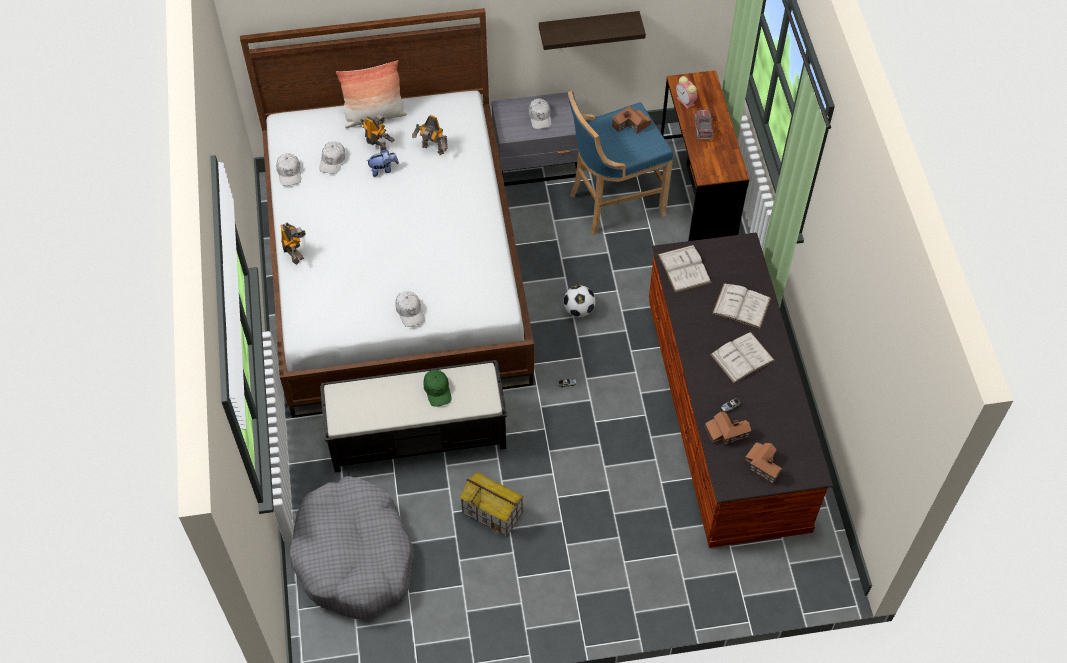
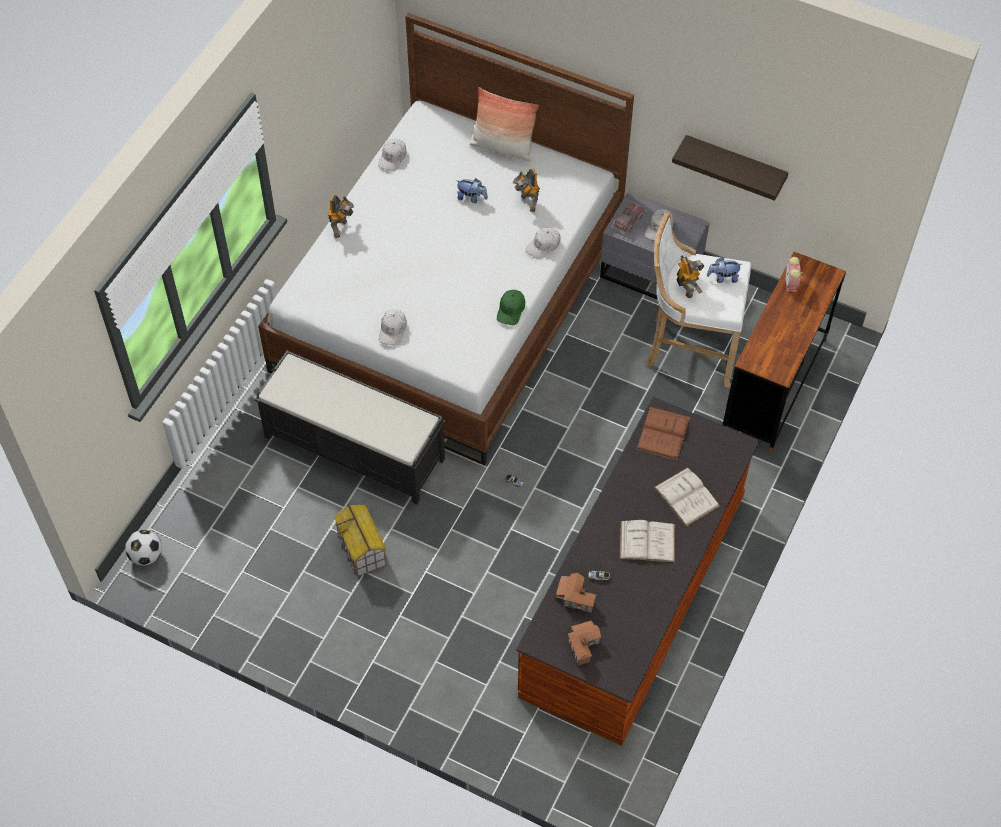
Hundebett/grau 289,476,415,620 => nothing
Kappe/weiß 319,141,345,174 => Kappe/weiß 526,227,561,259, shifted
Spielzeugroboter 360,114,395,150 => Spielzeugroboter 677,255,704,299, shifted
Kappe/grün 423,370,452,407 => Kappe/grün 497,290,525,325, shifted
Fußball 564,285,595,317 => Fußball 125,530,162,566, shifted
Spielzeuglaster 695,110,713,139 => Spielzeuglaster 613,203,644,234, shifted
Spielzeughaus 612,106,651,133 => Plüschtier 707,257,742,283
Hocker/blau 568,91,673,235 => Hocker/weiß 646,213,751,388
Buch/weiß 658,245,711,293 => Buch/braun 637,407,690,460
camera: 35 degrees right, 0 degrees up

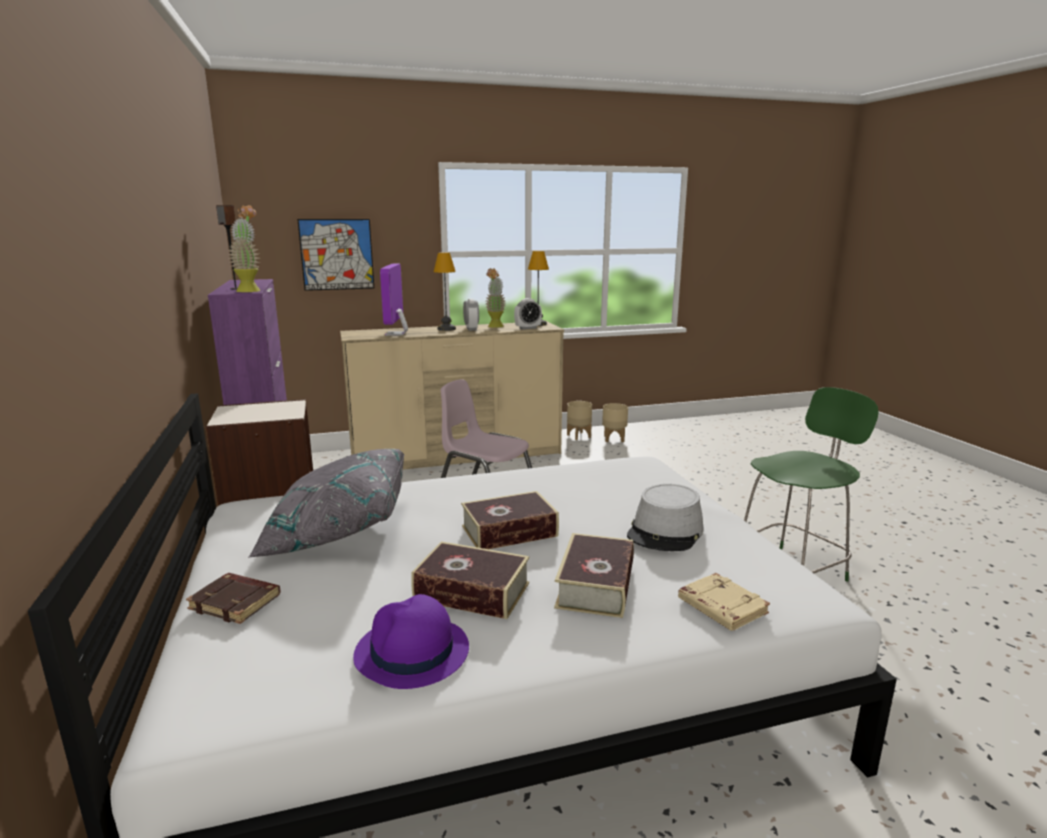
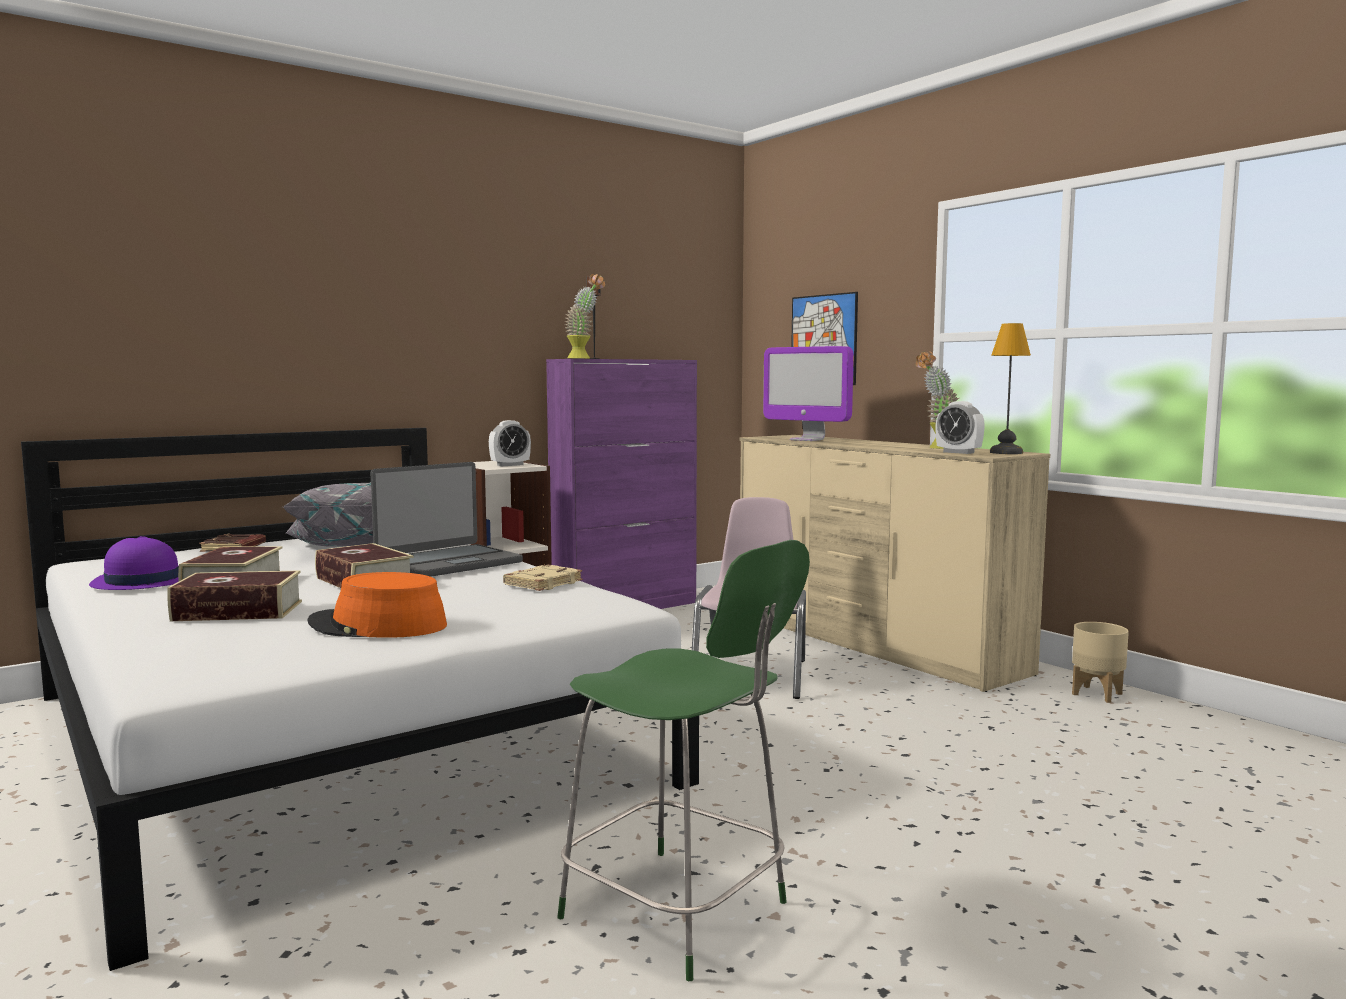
Tischlampe 434,252,456,331 => nothing
Pflanzkübel/beige 602,403,628,442 => nothing
nothing => Laptop 370,462,523,577
Wecker 463,299,479,331 => Wecker 489,420,531,466, shifted
Buch/beige 678,573,770,631 => Buch/beige 503,565,582,591, shifted
Hut/grau 627,484,703,551 => Hut/orange 307,572,447,638
Monitor 380,264,408,336 => Monitor 763,346,854,441, 120 degrees counterclockwise
camera: 70 degrees right, 10 degrees down

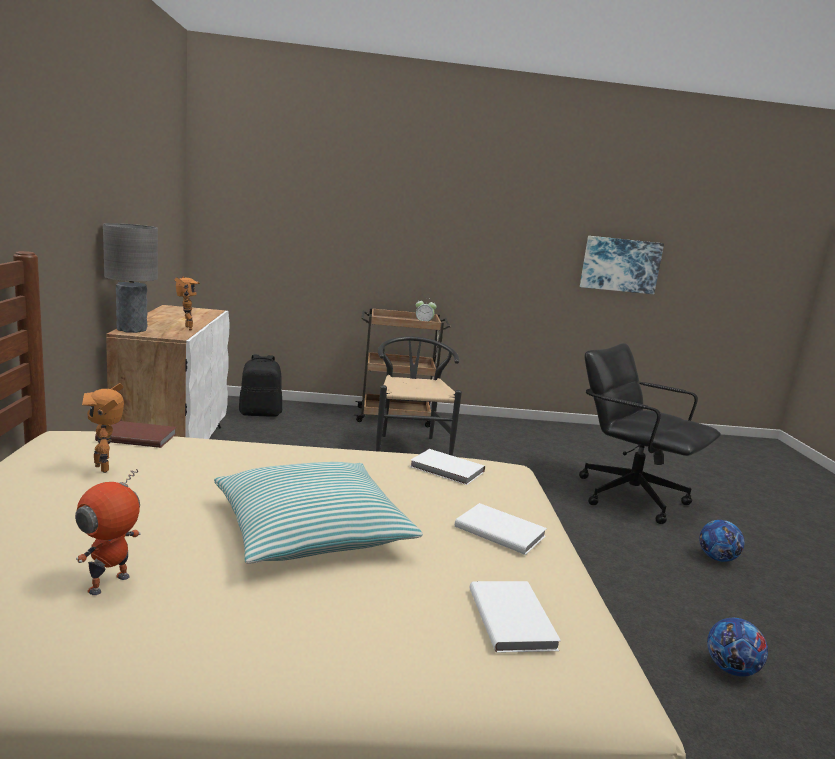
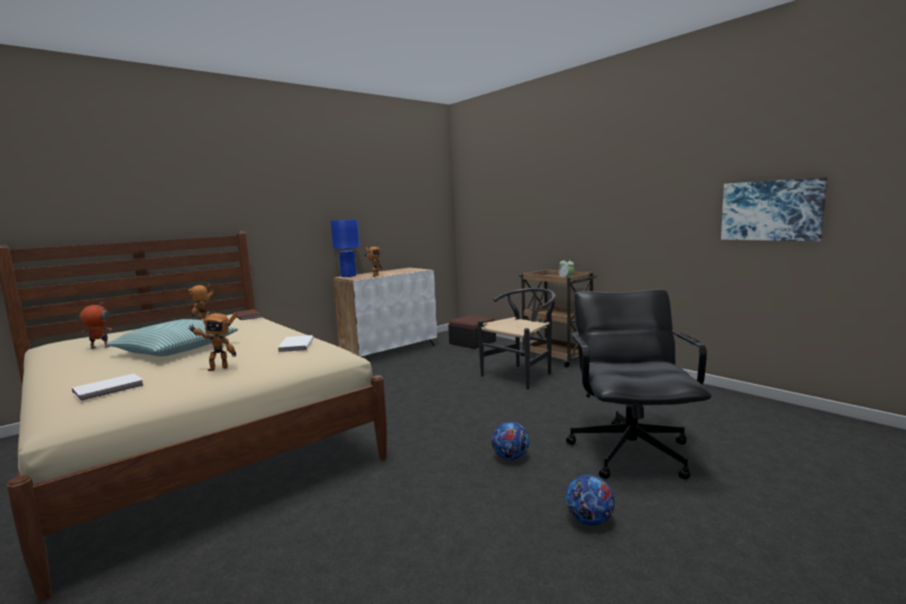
Fußball 707,618,768,677 => Fußball 492,422,529,460, shifted
Rucksack/schwarz 239,354,282,417 => Polsterhocker 448,315,496,349
Buch/weiß 455,503,547,555 => Spielzeugroboter 188,311,237,371
Tischlampe/grau 103,223,158,333 => Tischlampe/blau 330,219,360,277
camera: 55 degrees right, 5 degrees down

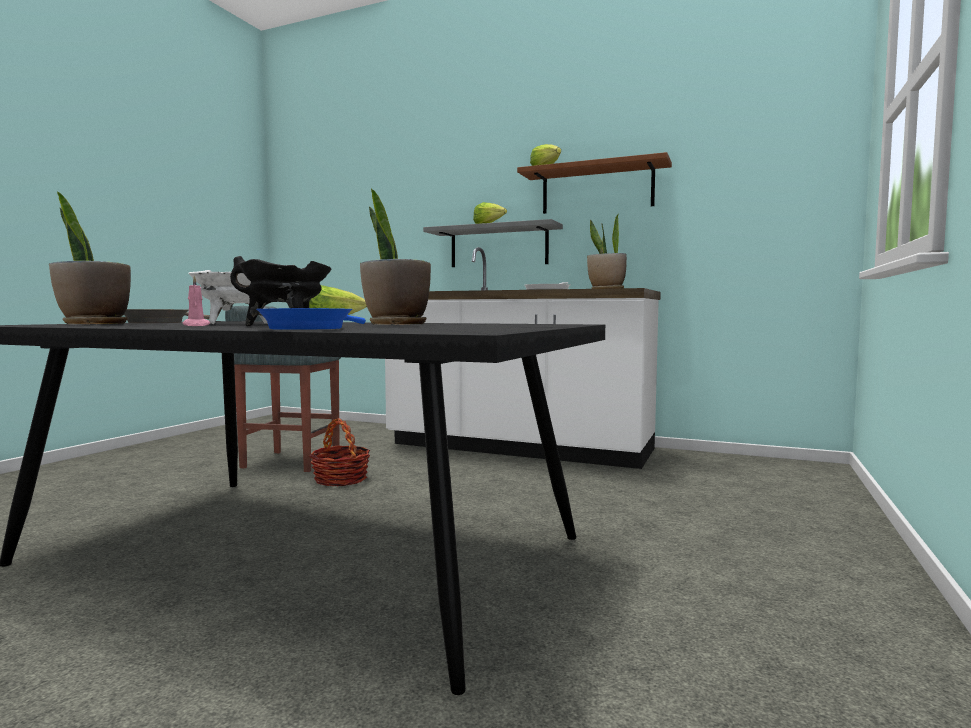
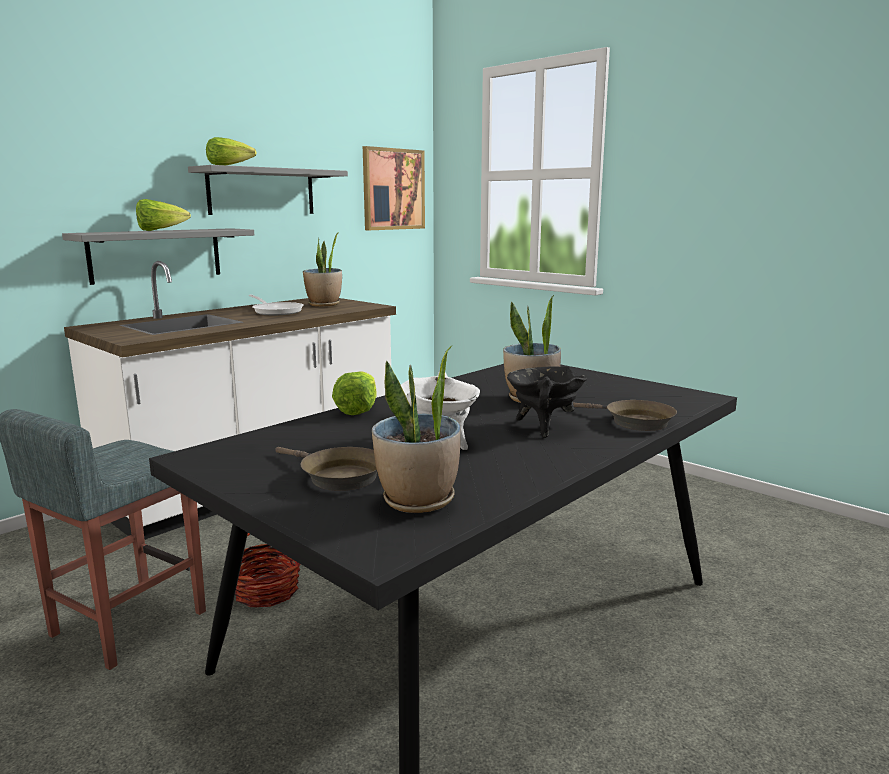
Kerze/rosa 183,276,210,326 => nothing
nothing => Bild 363,146,425,230
Pfanne/blau 256,308,366,330 => Pfanne/braun 573,400,677,431
Wandregal/braun 517,152,672,214 => Wandregal/grau 188,165,348,215
camera: 70 degrees left, 10 degrees up

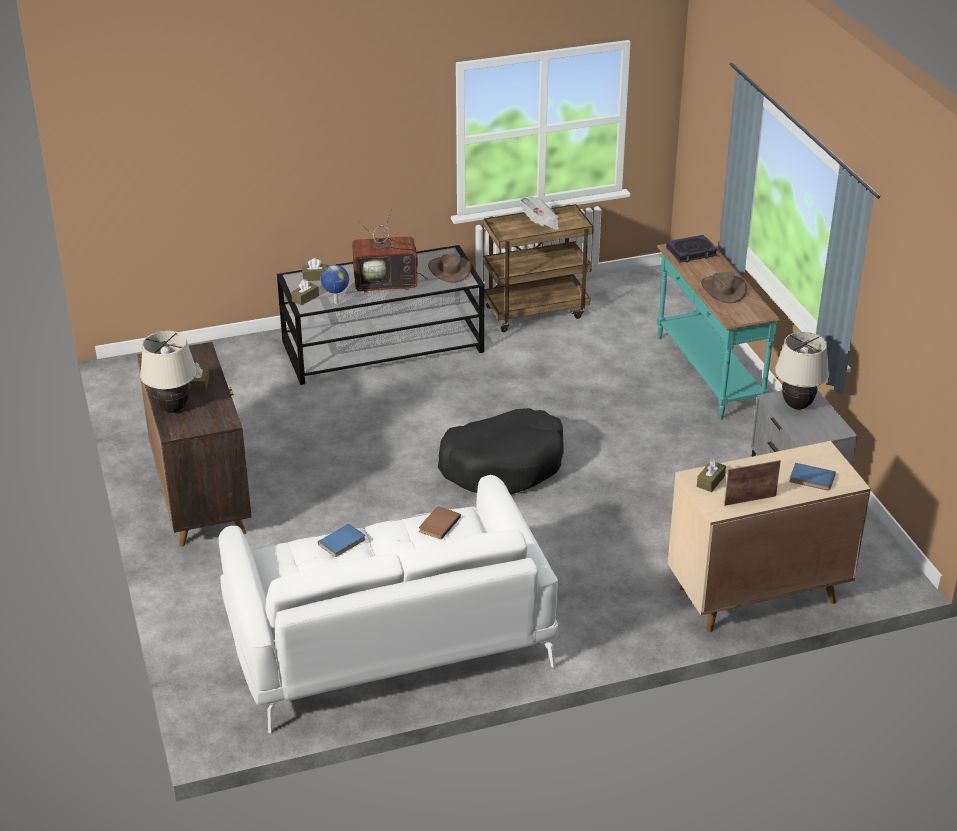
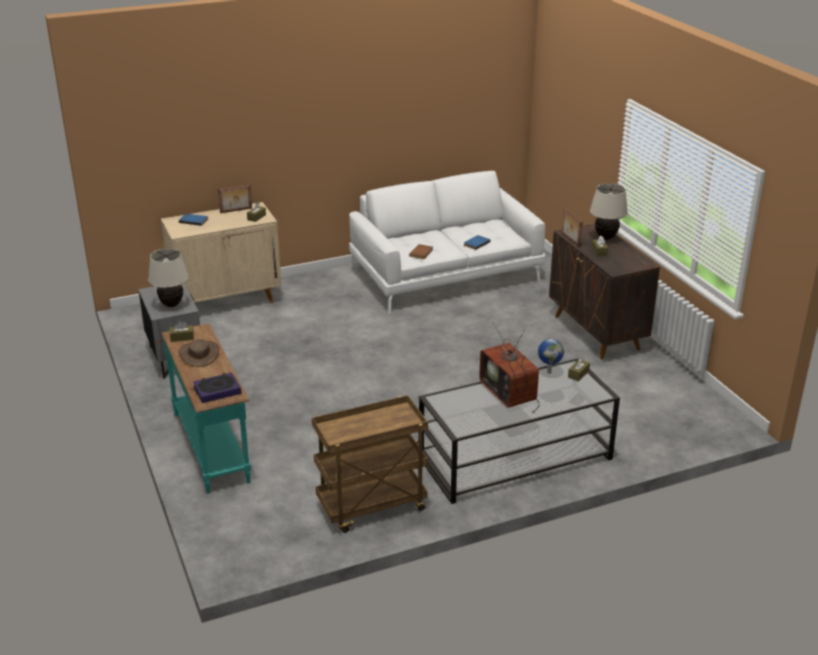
Hut/braun 428,254,471,283 => nothing
Hundebett/schwarz 438,408,563,494 => nothing
Zeitung 520,197,559,230 => nothing
nothing => Bilderrahmen 562,208,583,247
Taschentuchbox/braun 302,258,327,281 => Taschentuchbox/braun 170,321,194,342, shifted
Fernseher 352,207,428,293 => Fernseher 479,323,539,413, 105 degrees counterclockwise
camera: 175 degrees right, 5 degrees down

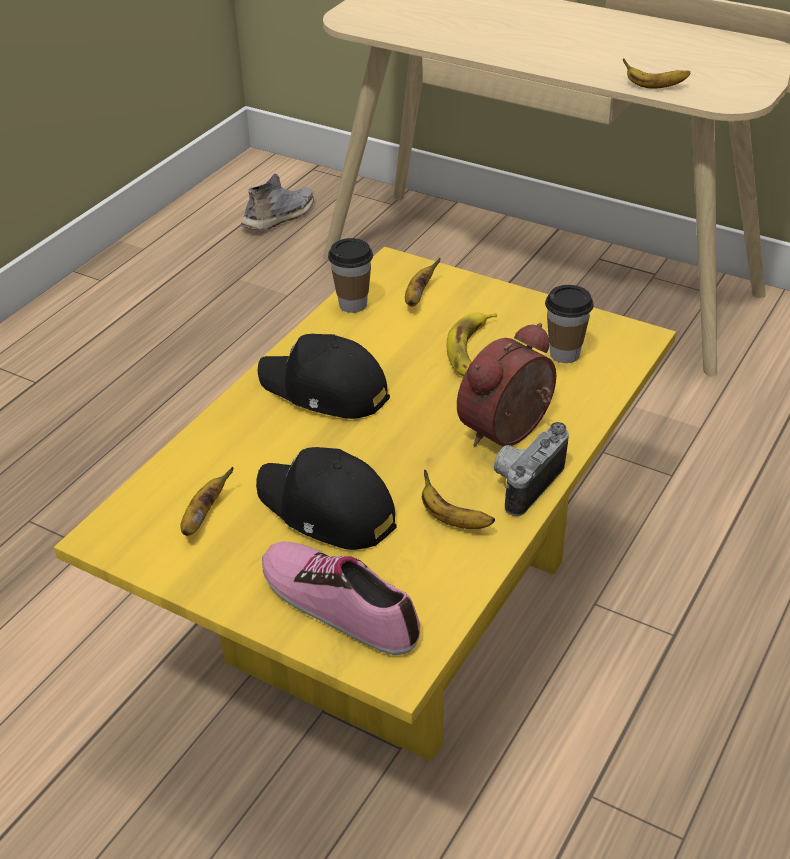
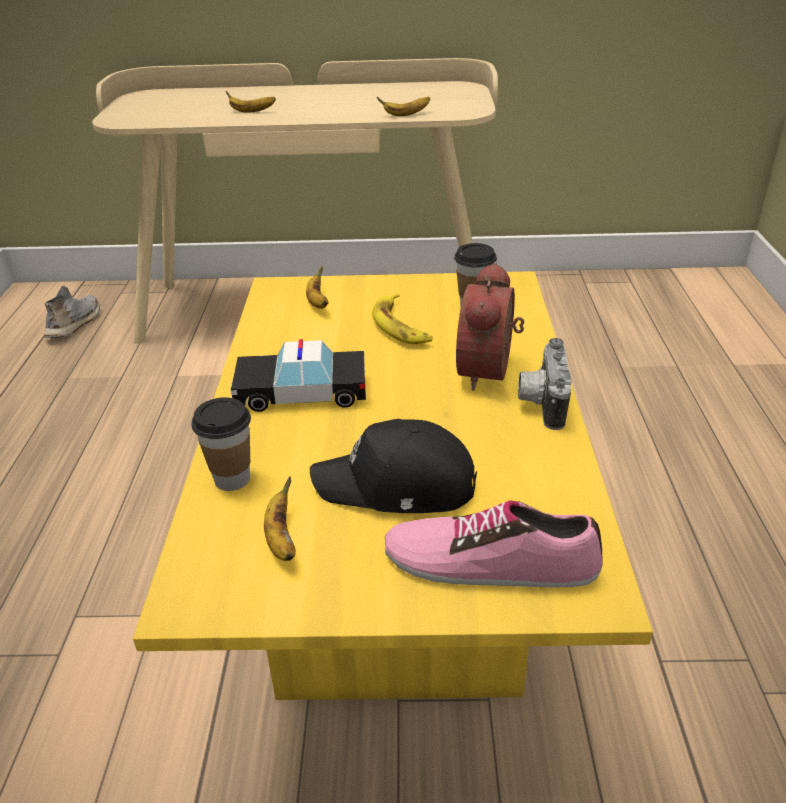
Tasse 328,238,373,313 => Tasse 191,397,251,491, shifted
Banane 422,469,495,529 => Banane 226,91,276,113, shifted
Kappe/schwarz 258,334,390,419 => Spielzeugauto 231,339,366,412
camera: 30 degrees left, 5 degrees down

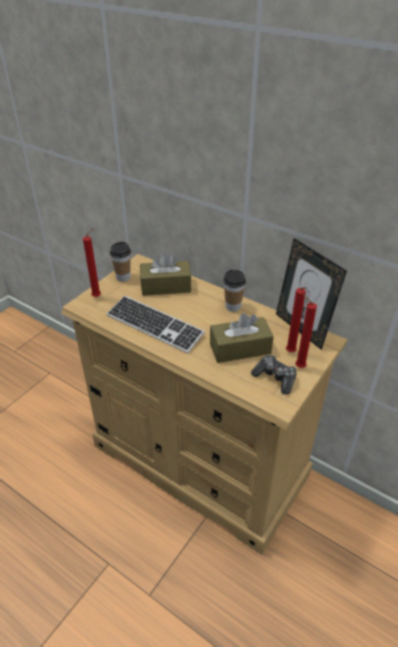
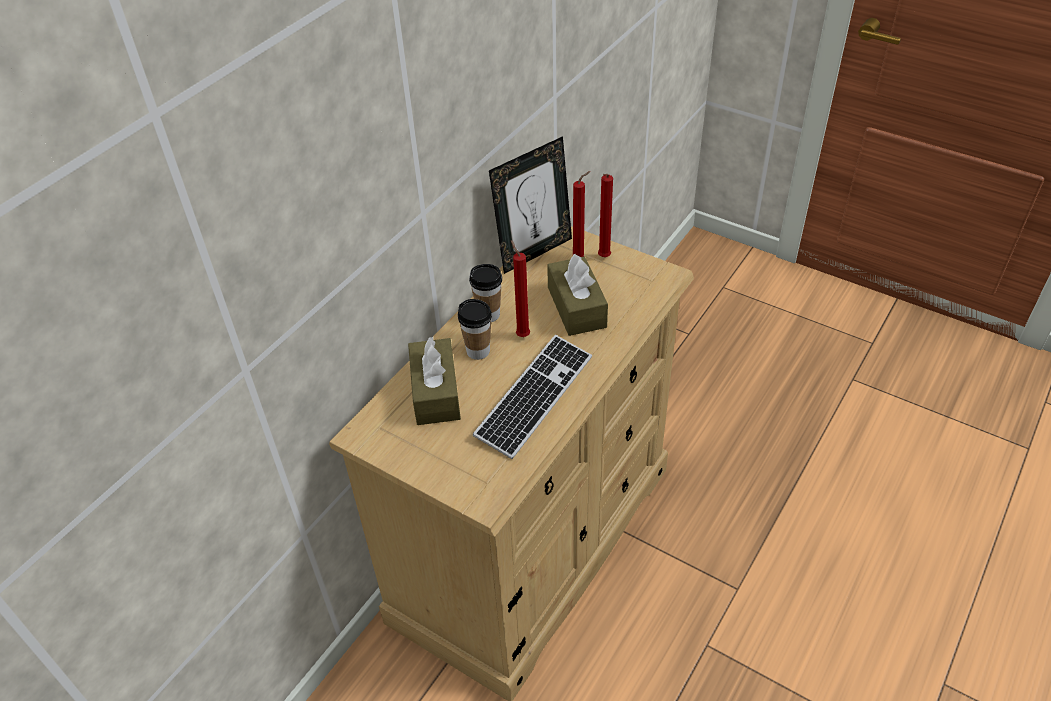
Gamepad 251,355,297,395 => nothing
Kerze/rot 83,228,101,297 => Kerze/rot 511,240,530,337, shifted
Tasse 110,242,131,282 => Tasse 458,299,492,360, shifted
camera: 90 degrees left, 5 degrees up

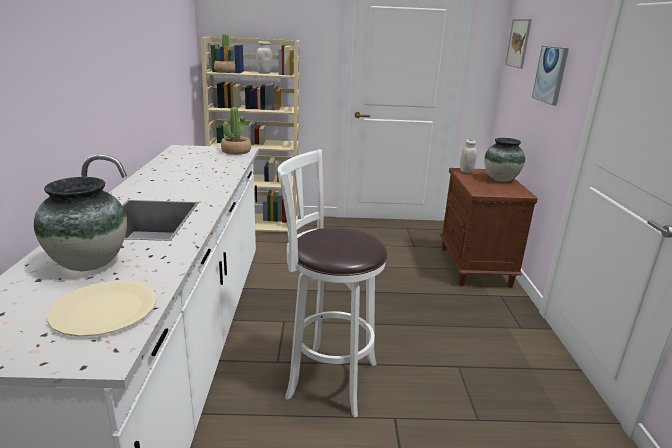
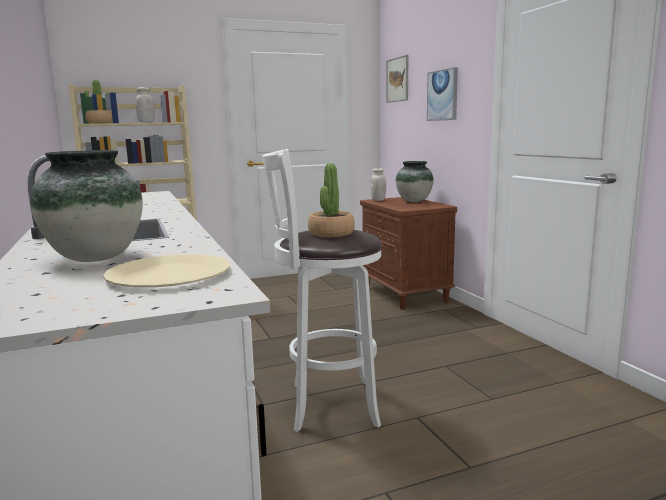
Topfpflanze 221,107,251,155 => Topfpflanze 308,163,355,237, shifted
camera: 20 degrees left, 10 degrees down

